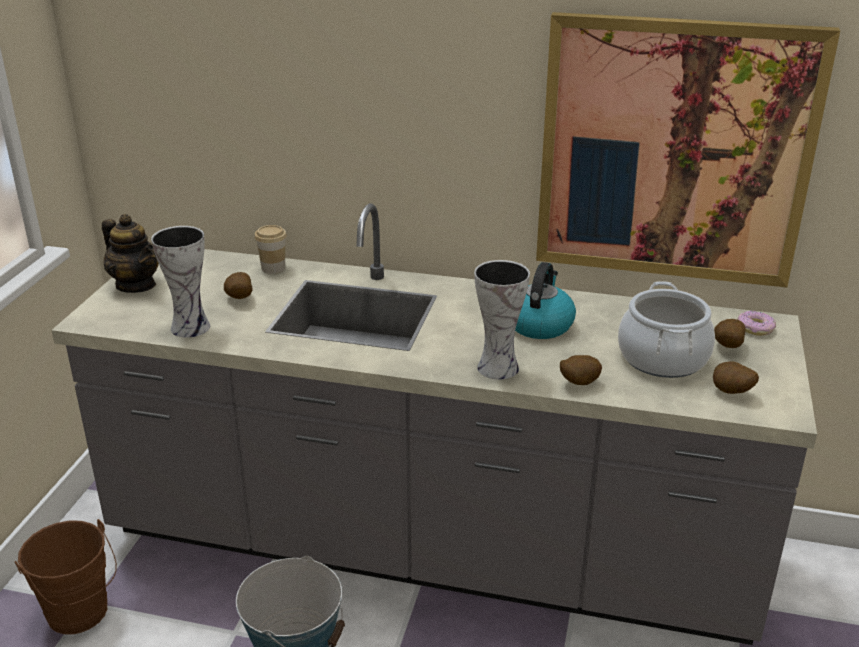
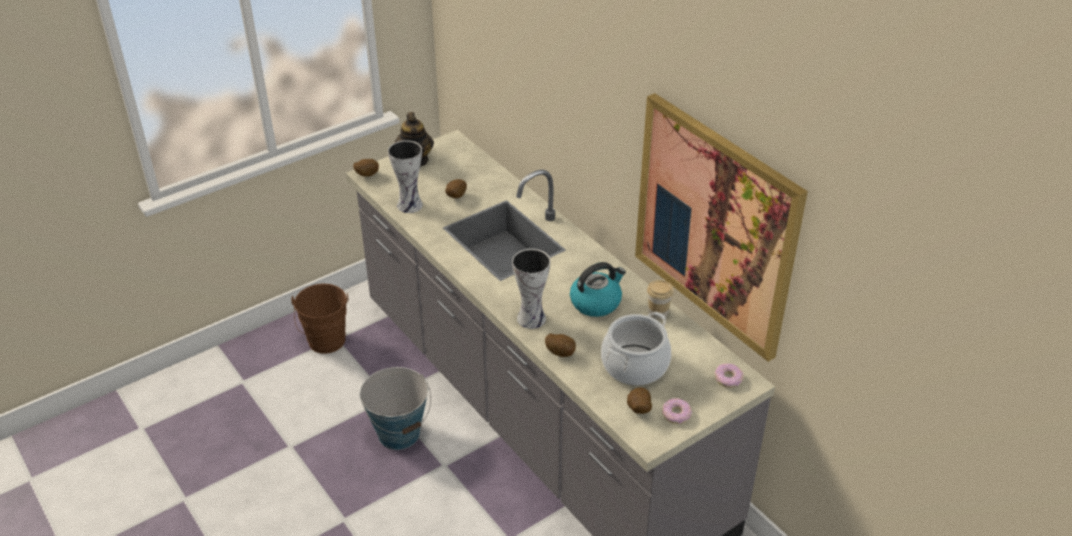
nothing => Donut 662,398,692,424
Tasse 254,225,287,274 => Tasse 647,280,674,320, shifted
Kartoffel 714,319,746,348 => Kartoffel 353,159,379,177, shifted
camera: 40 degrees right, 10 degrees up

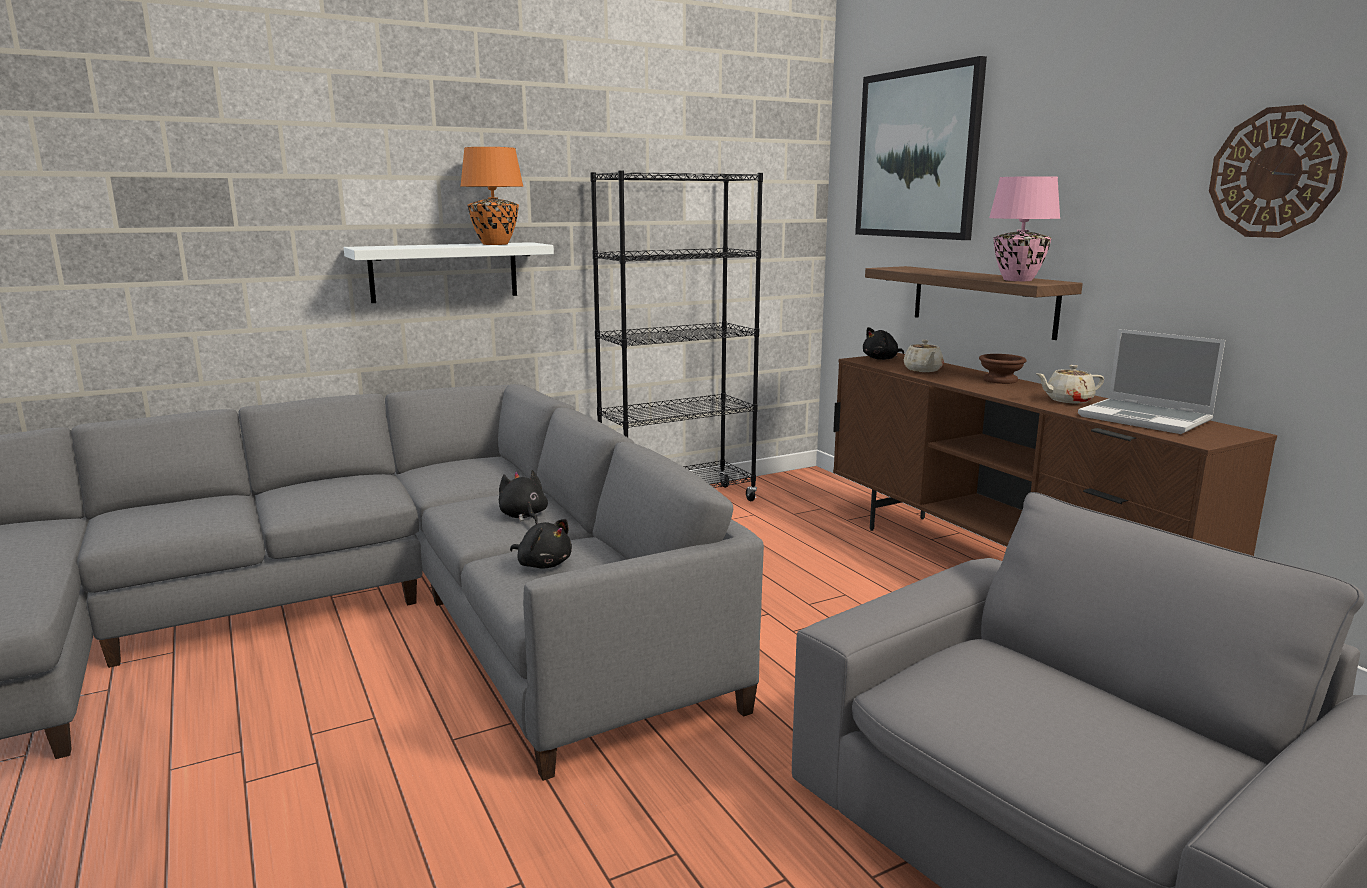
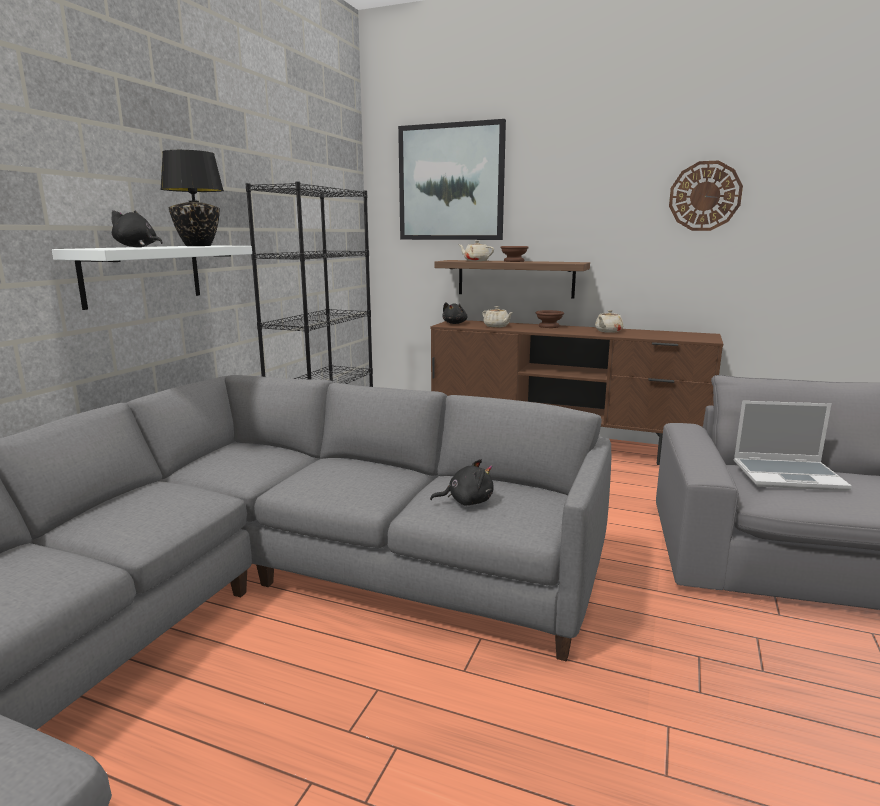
Tischlampe/rosa 989,176,1060,281 => nothing
nothing => Teekanne/beige 459,240,494,261
nothing => Schüssel/braun 500,246,529,262
Plüschtier/schwarz 499,470,548,524 => Plüschtier/schwarz 112,210,163,247, shifted
Laptop 1078,329,1225,434 => Laptop 734,401,852,491, shifted
Tischlampe/orange 461,147,524,245 => Tischlampe/schwarz 160,150,224,246
camera: 40 degrees left, 0 degrees up

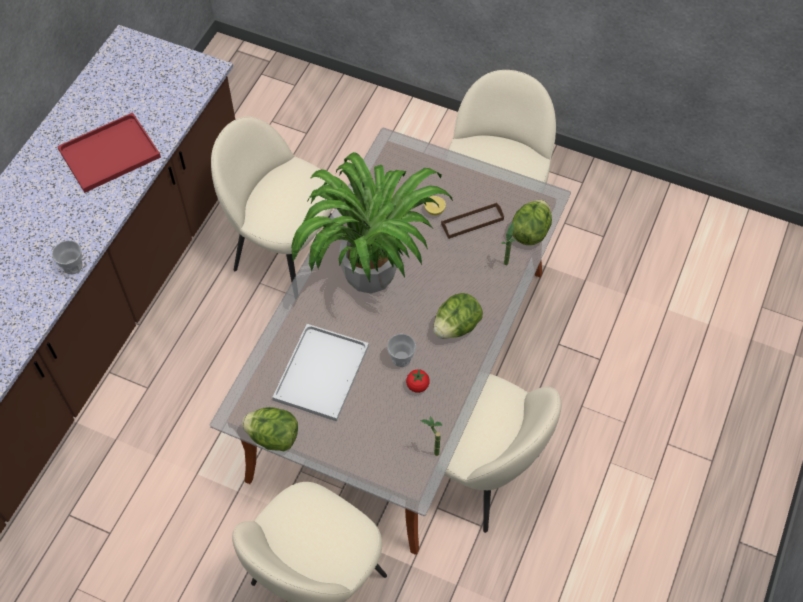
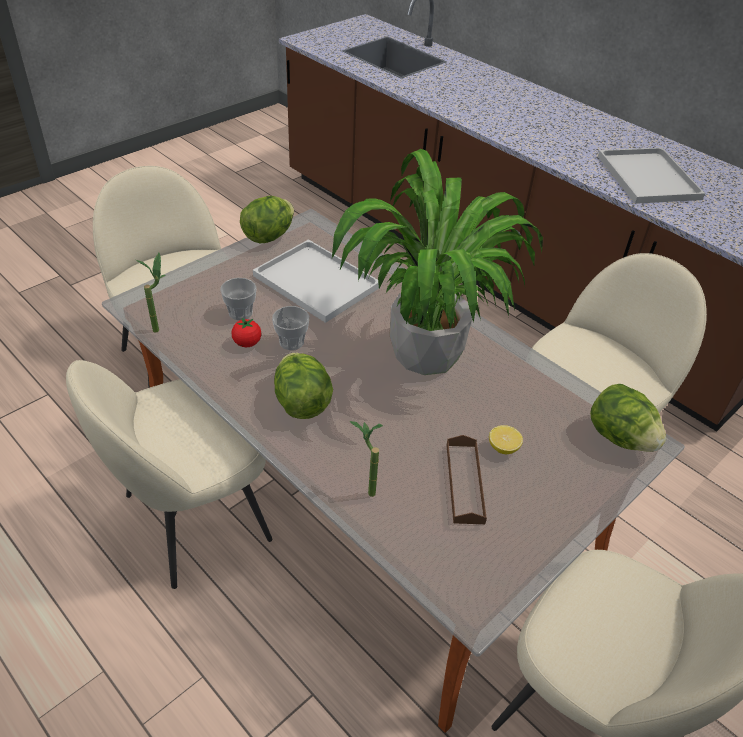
Tasse 52,241,83,274 => Tasse 220,278,257,320, shifted
Salatkopf 512,200,552,245 => Salatkopf 590,384,666,452, shifted
Tablett/rot 57,112,161,193 => Tablett/weiß 598,148,705,204
camera: 110 degrees right, 15 degrees down

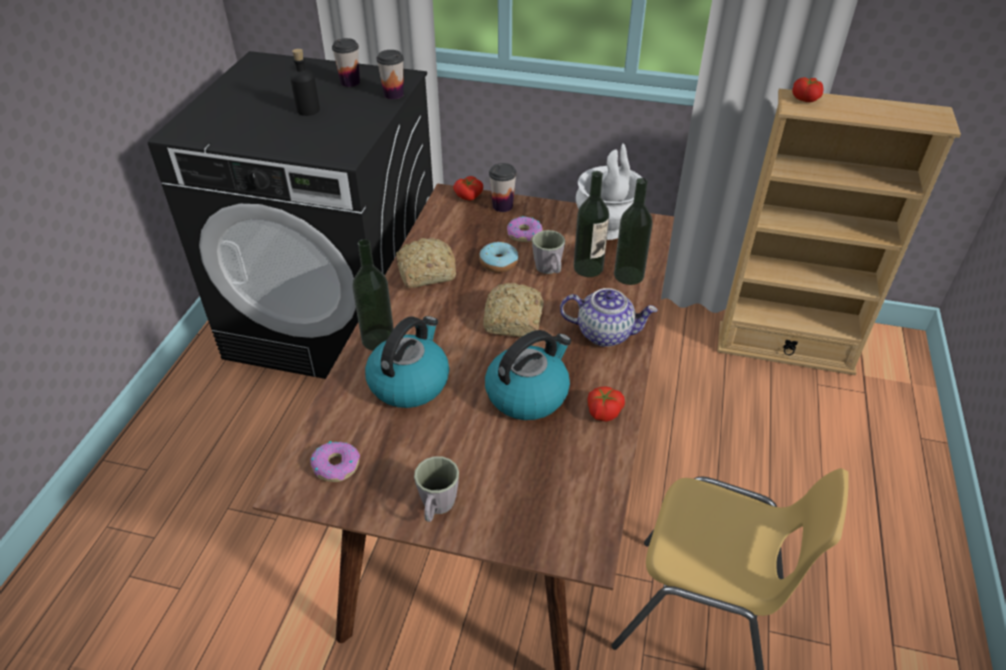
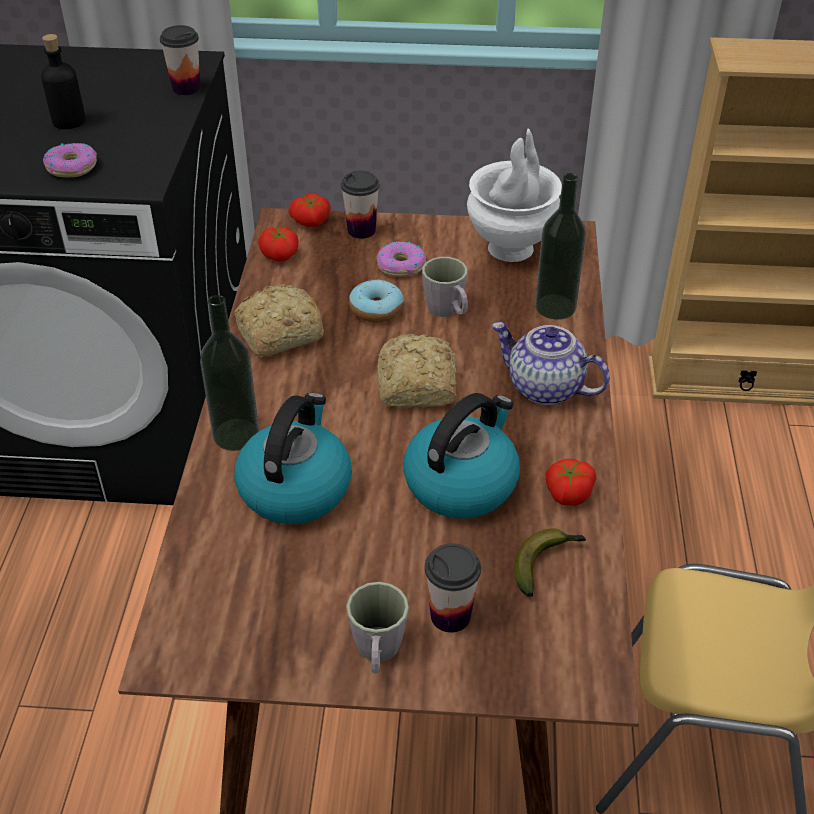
Flasche 574,171,609,277 => nothing
nothing => Banane 514,528,586,597
Donut 310,441,360,482 => Donut 43,143,97,177, shifted
Tasse 332,38,360,87 => Tasse 425,543,481,633, shifted
Tomate 792,77,823,102 => Tomate 258,227,299,262, shifted
Teekanne 560,288,658,347 => Teekanne 492,322,610,405, 150 degrees counterclockwise
camera: 10 degrees left, 0 degrees up

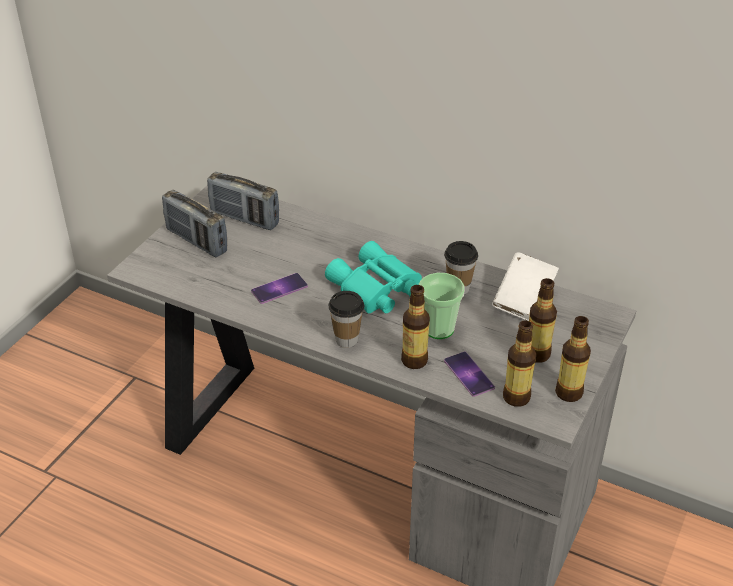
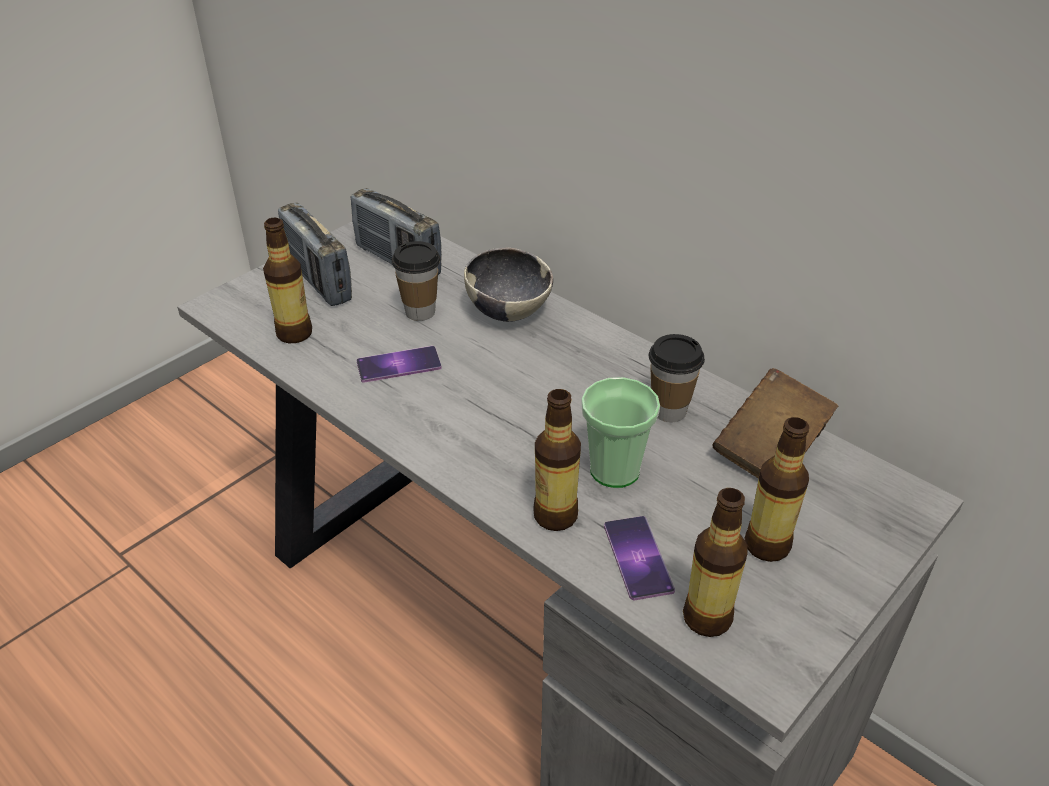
Fernglas/türkis 325,241,422,313 => nothing
nothing => Schüssel 464,247,553,322
Tasse 328,291,364,348 => Tasse 392,241,441,321, shifted
Flasche 555,316,591,402 => Flasche 263,218,312,343, shifted
Buch/weiß 492,252,559,321 => Buch/braun 713,368,838,479
camera: 15 degrees right, 0 degrees up

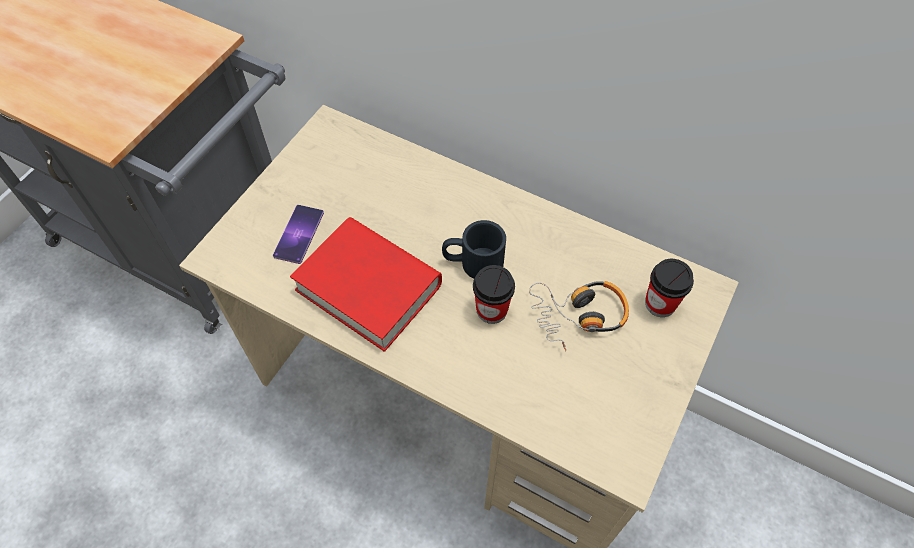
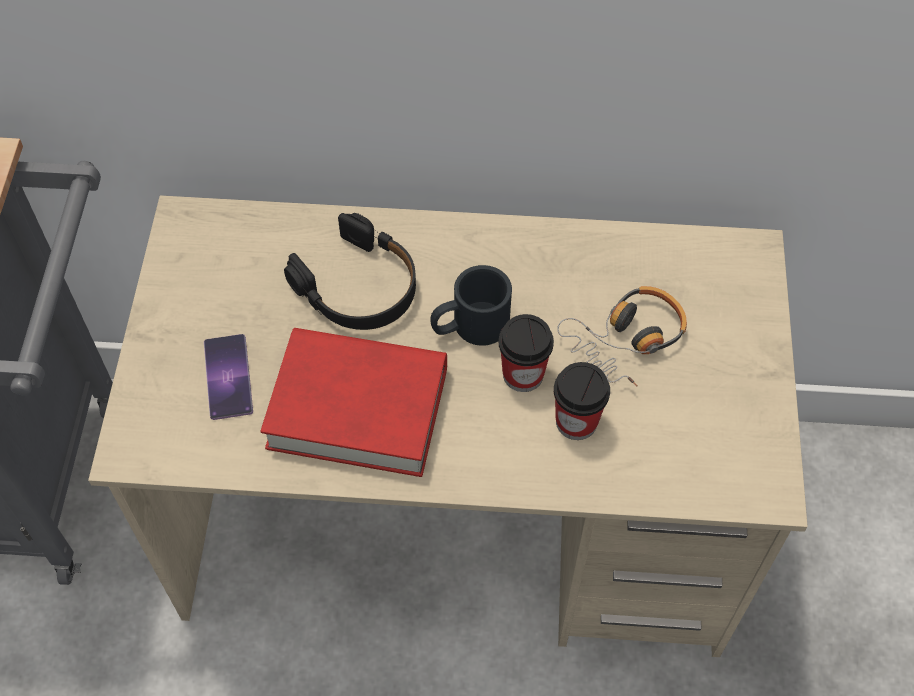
nothing => Kopfhörer/schwarz 284,213,416,330
Tasse 645,259,694,317 => Tasse 554,362,610,440, shifted
camera: 25 degrees left, 0 degrees up

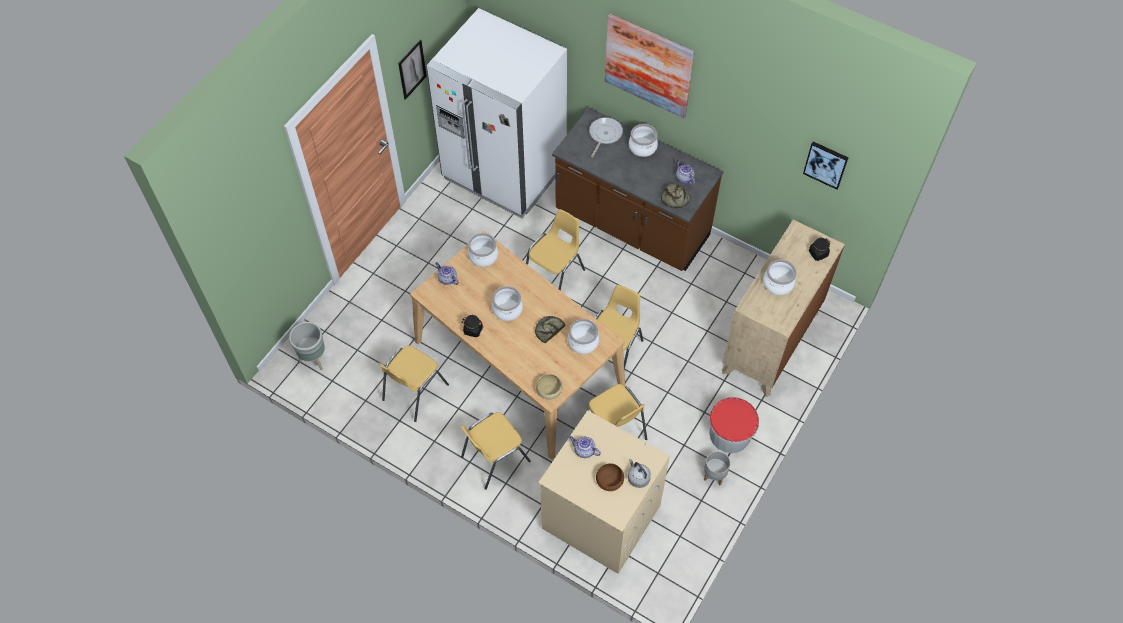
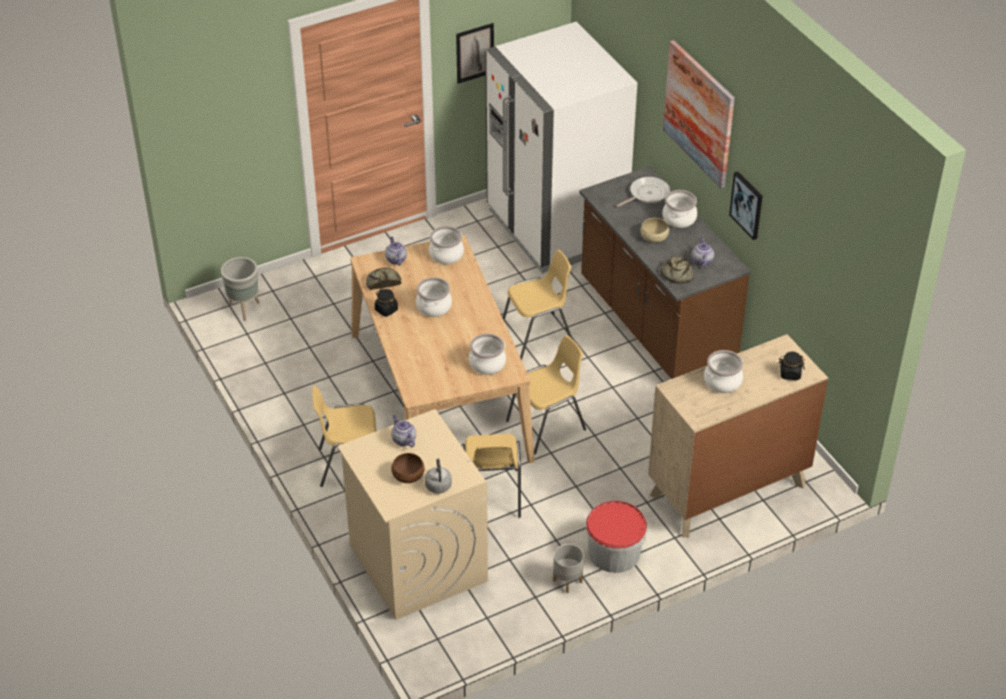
Stuhl/gelb 378,345,449,422 => nothing
Brot 535,316,565,343 => Brot 366,268,401,290, shifted
Schüssel/beige 536,374,563,400 => Schüssel/beige 640,218,669,243, shifted
Bild 803,141,849,190 => Bild 729,171,763,240, shifted
camera: 30 degrees right, 15 degrees down

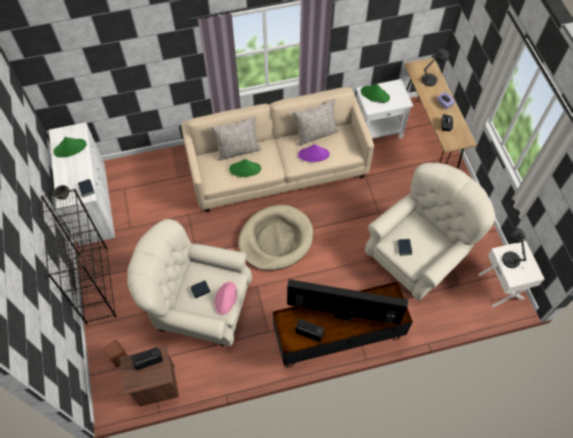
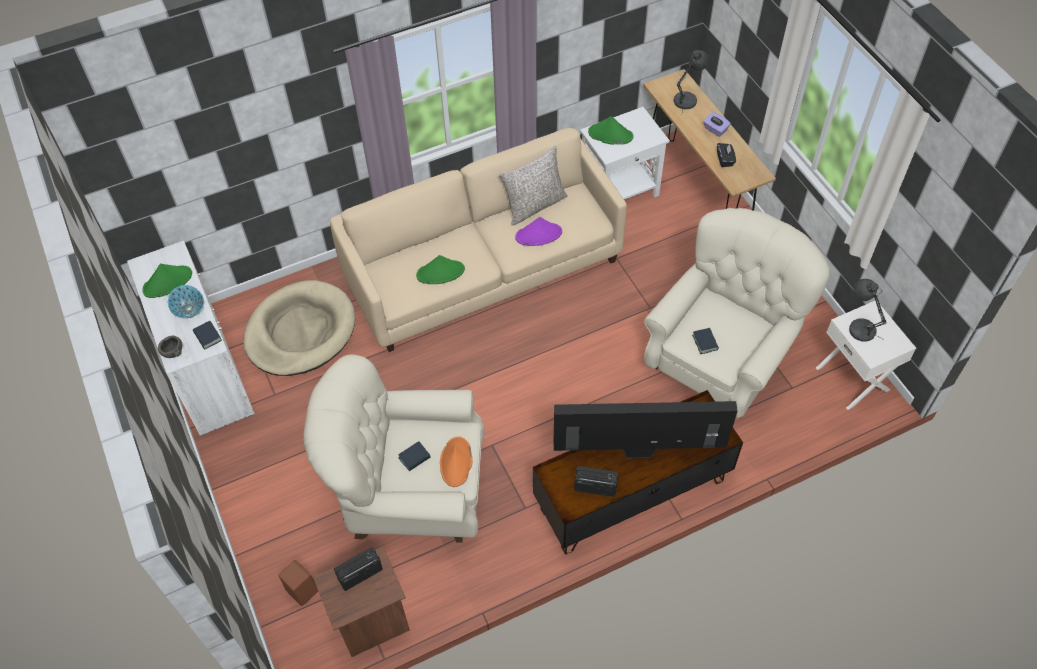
Bücherregal/schwarz 41,189,117,324 => nothing
Kissen/grau 211,117,261,161 => nothing
nothing => Schüssel 168,285,204,318
Hundebett/beige 238,205,314,271 => Hundebett/beige 243,280,355,376, shifted
Hut/rosa 215,282,237,315 => Hut/orange 440,436,473,487
camera: 10 degrees left, 5 degrees down

